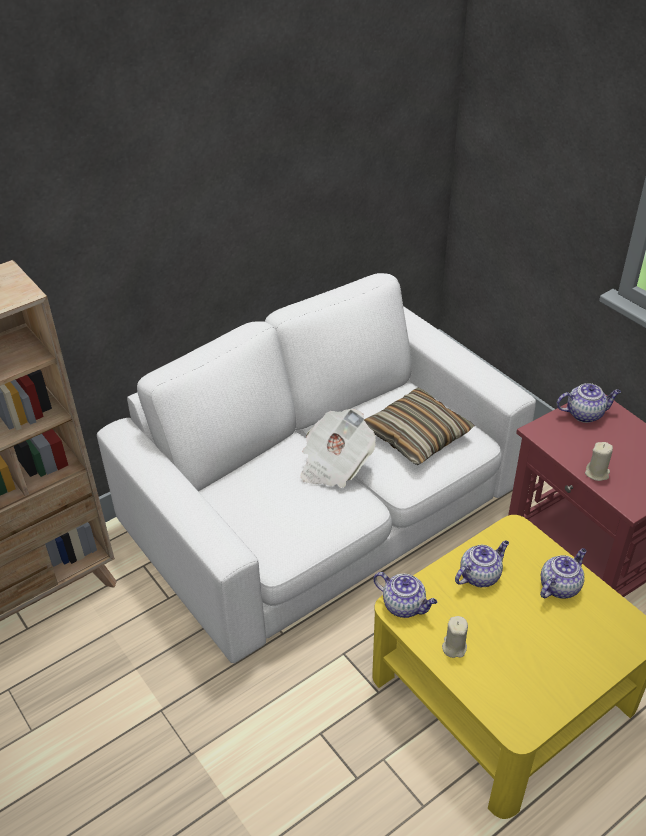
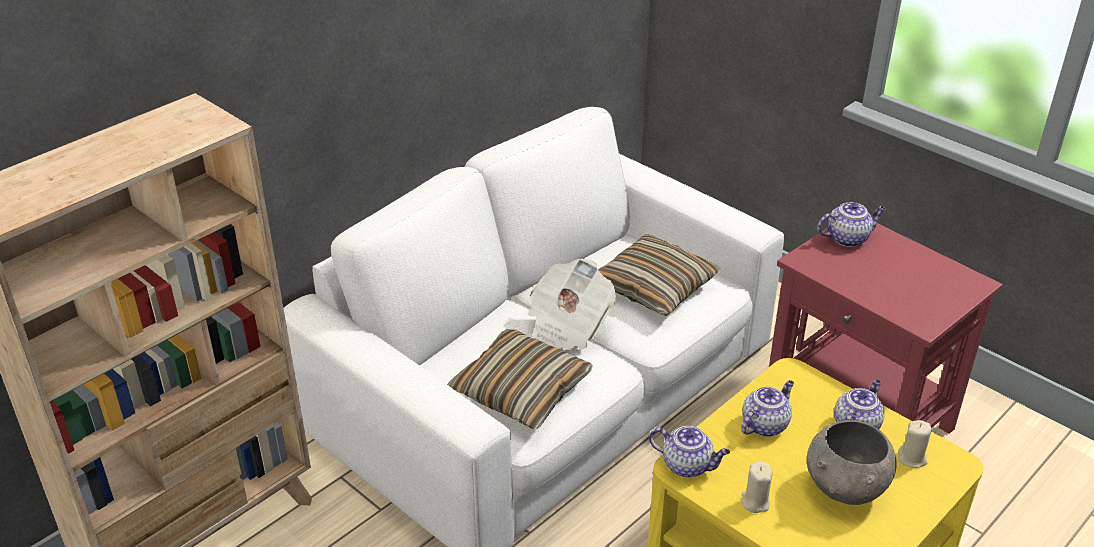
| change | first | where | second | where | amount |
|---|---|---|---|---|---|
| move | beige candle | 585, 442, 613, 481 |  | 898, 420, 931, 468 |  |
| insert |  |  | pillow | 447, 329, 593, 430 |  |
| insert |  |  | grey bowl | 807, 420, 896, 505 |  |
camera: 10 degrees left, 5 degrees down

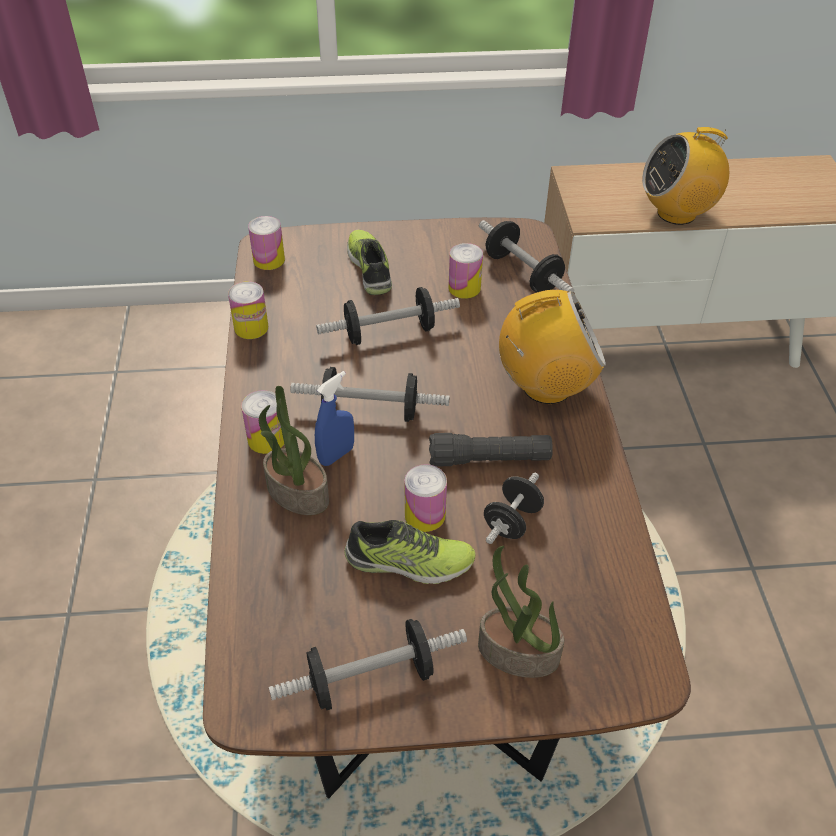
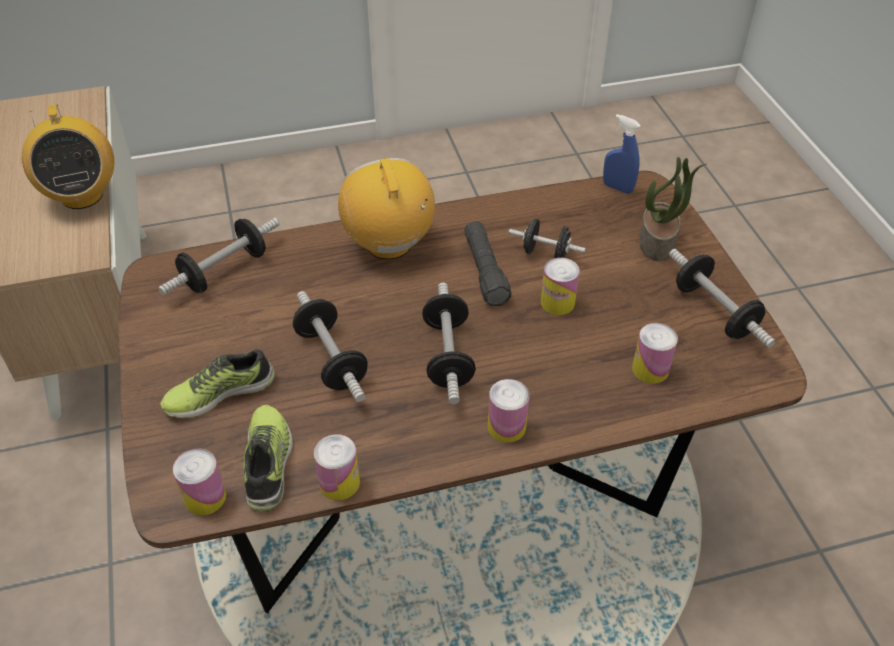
| change | first | where | second | where | amount |
|---|---|---|---|---|---|
| delete | potted plant | 259, 386, 329, 515 |  |  |  |
| move | blue spray bottle | 315, 371, 354, 466 |  | 603, 114, 640, 194 |  |
| move | shoe | 345, 520, 475, 584 |  | 243, 405, 293, 511 |  |
| move | can | 448, 243, 483, 299 |  | 632, 323, 678, 384 |  |
camera: 100 degrees left, 0 degrees up

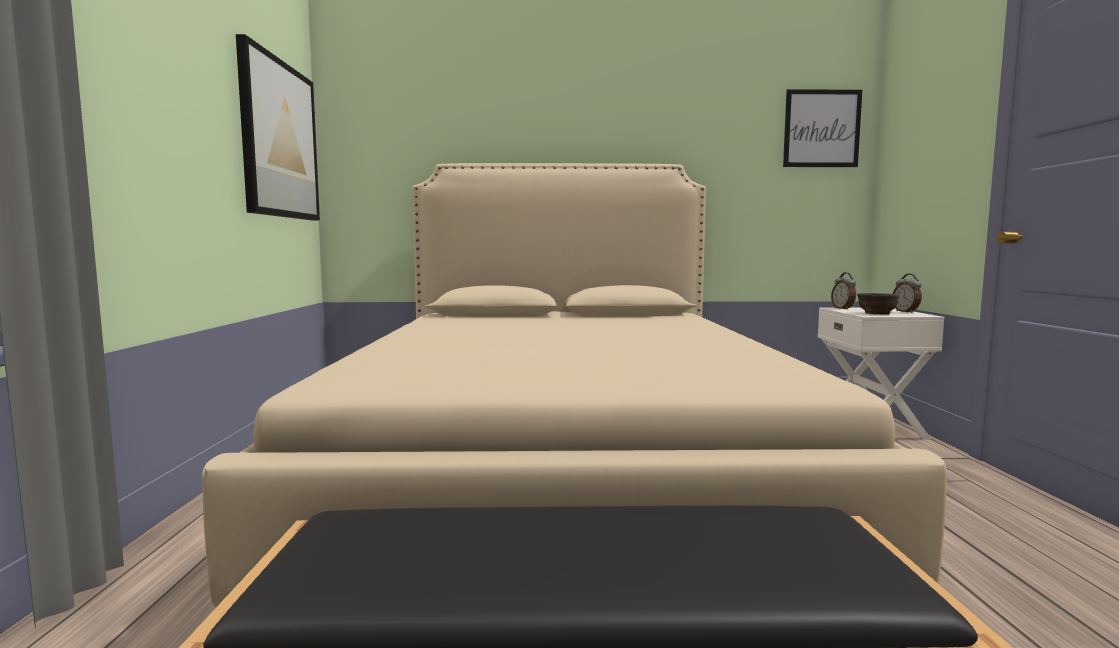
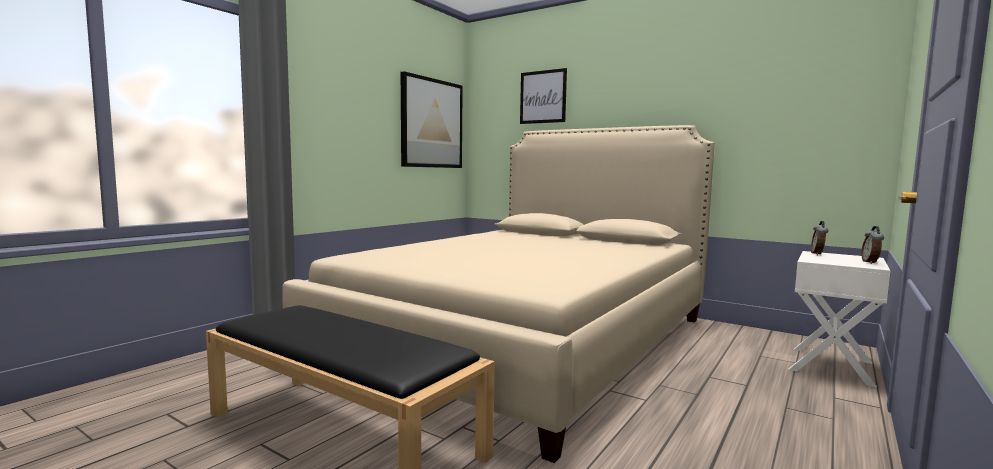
| change | first | where | second | where | amount |
|---|---|---|---|---|---|
| move | picture | 783, 89, 862, 167 |  | 520, 68, 567, 124 |  |
| delete | brown bowl | 857, 293, 899, 314 |  |  |  |
camera: 35 degrees right, 0 degrees up

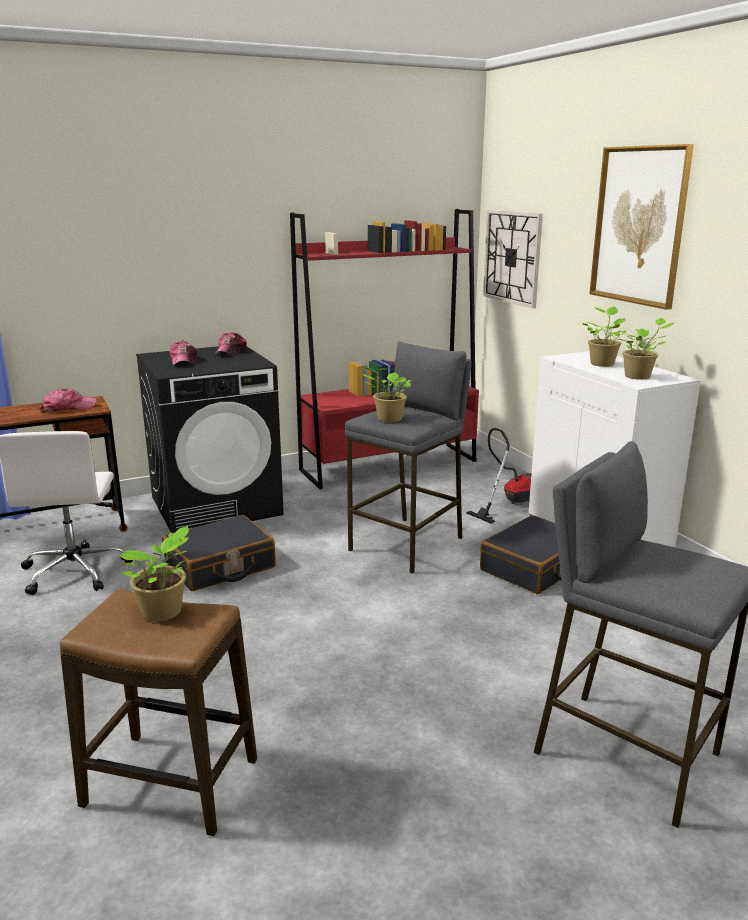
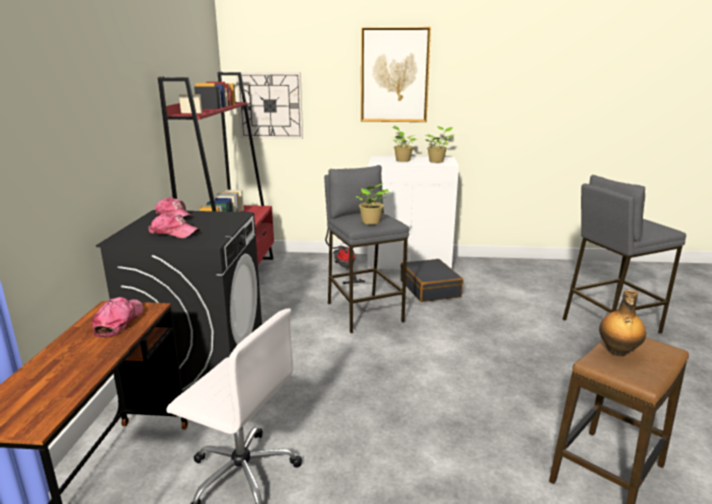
| change | first | where | second | where | amount |
|---|---|---|---|---|---|
| replace | potted plant | 119, 526, 189, 621 | bottle | 599, 290, 646, 356 |  |
| delete | black suitcase | 162, 515, 276, 591 |  |  |  |
camera: 60 degrees left, 0 degrees up

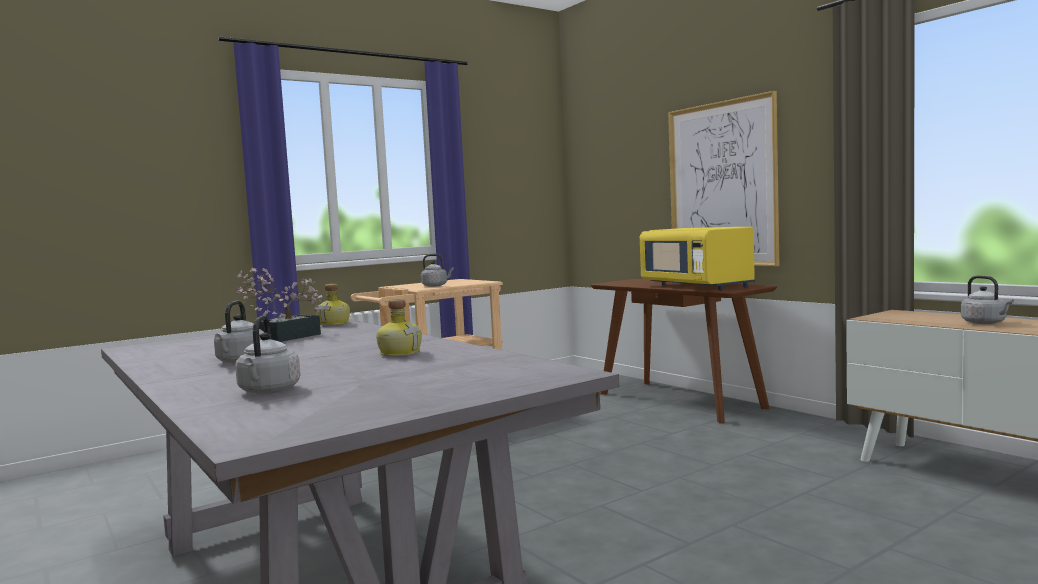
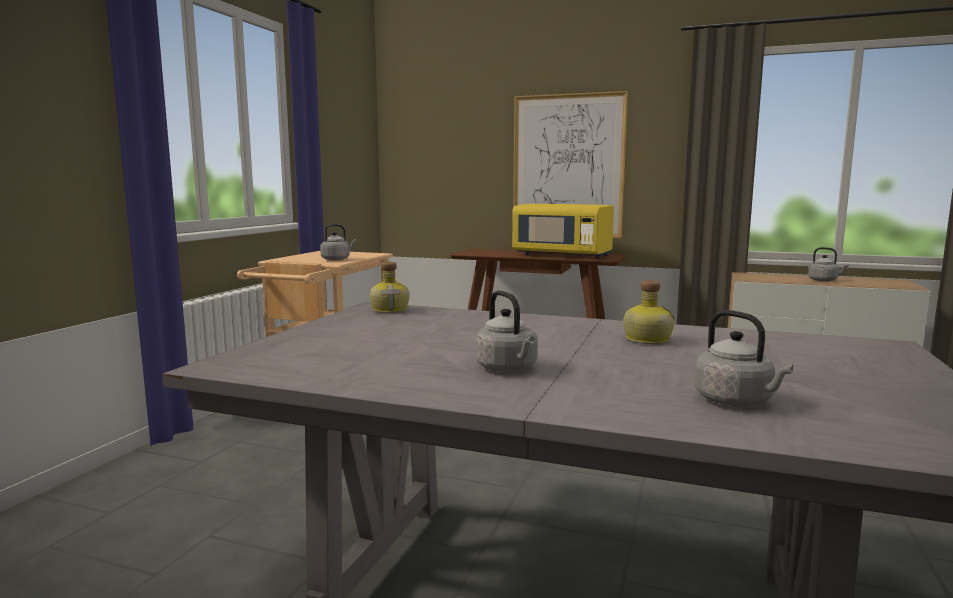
| change | first | where | second | where | amount |
|---|---|---|---|---|---|
| delete | potted plant | 236, 267, 322, 342 |  |  |  |
camera: 35 degrees left, 5 degrees up

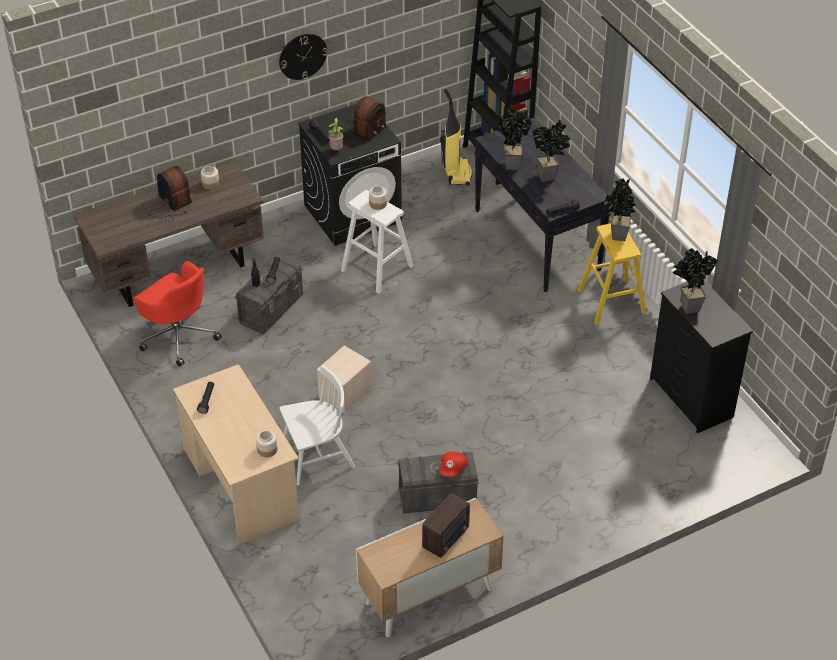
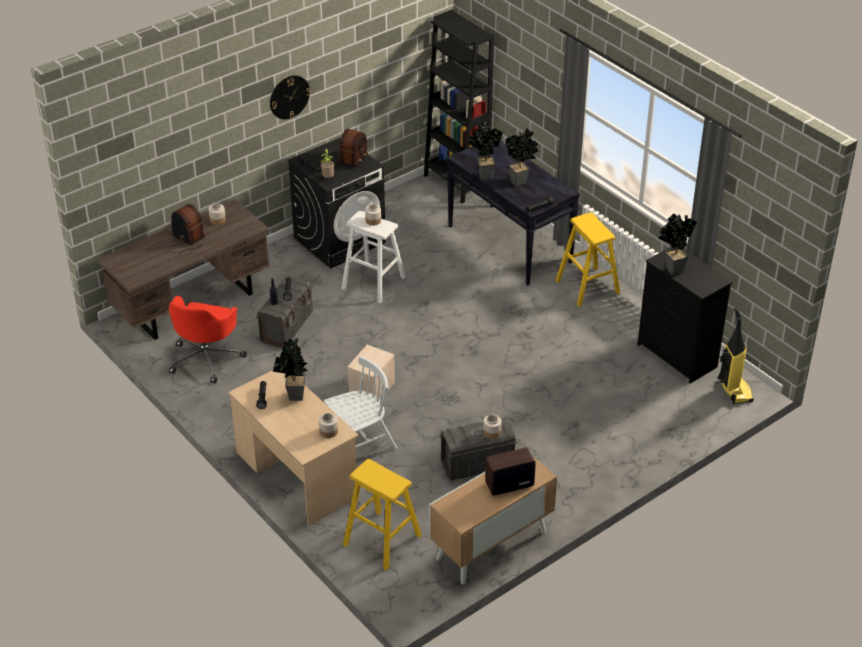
| change | first | where | second | where | amount |
|---|---|---|---|---|---|
| rotate | red office chair | 134, 261, 222, 367 |  | 169, 296, 246, 384 | 75 degrees clockwise |
| rotate | radio | 422, 493, 470, 558 |  | 485, 448, 536, 496 | 135 degrees counterclockwise |
| replace | red cap | 439, 451, 468, 477 | jar | 483, 415, 502, 439 |  |
| move | vacuum cleaner | 440, 89, 472, 186 |  | 718, 308, 754, 404 |  |
| move | potted plant | 602, 179, 636, 241 |  | 273, 338, 307, 401 |  |
| insert |  |  | yellow stool | 343, 459, 422, 571 |  |
camera: 10 degrees left, 5 degrees down

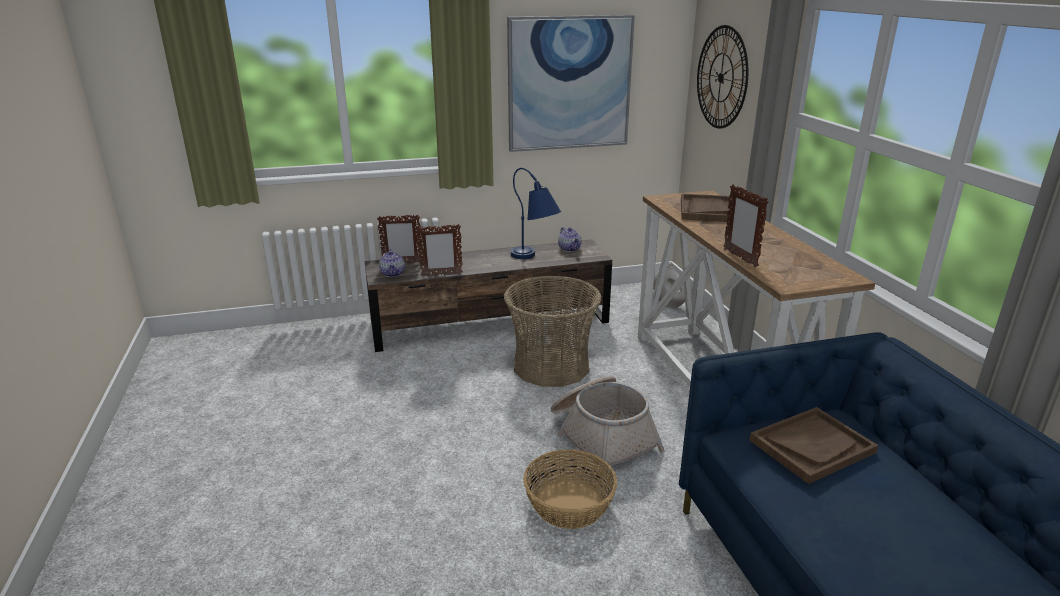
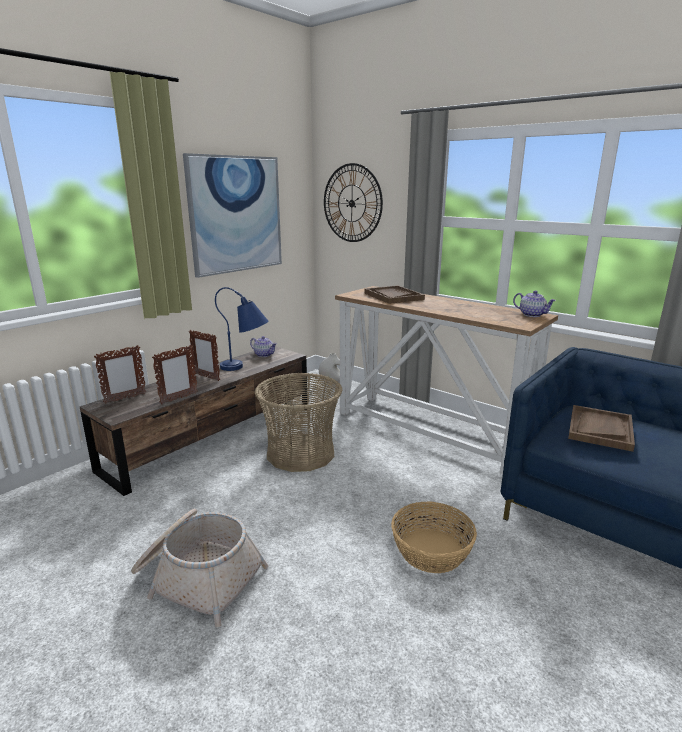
| change | first | where | second | where | amount |
|---|---|---|---|---|---|
| move | teapot | 379, 249, 405, 277 |  | 513, 291, 556, 317 |  |
| move | basket | 551, 376, 664, 472 |  | 131, 508, 269, 627 |  |
| move | picture frame | 724, 184, 769, 267 |  | 189, 330, 220, 381 |  |
camera: 35 degrees left, 5 degrees down

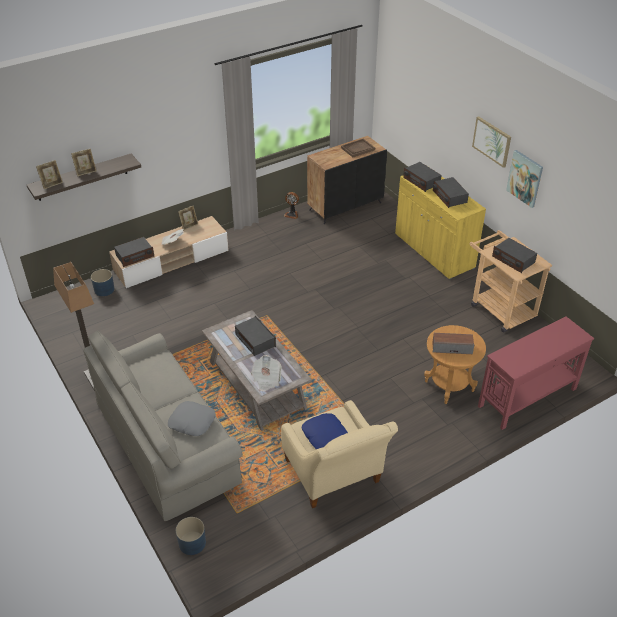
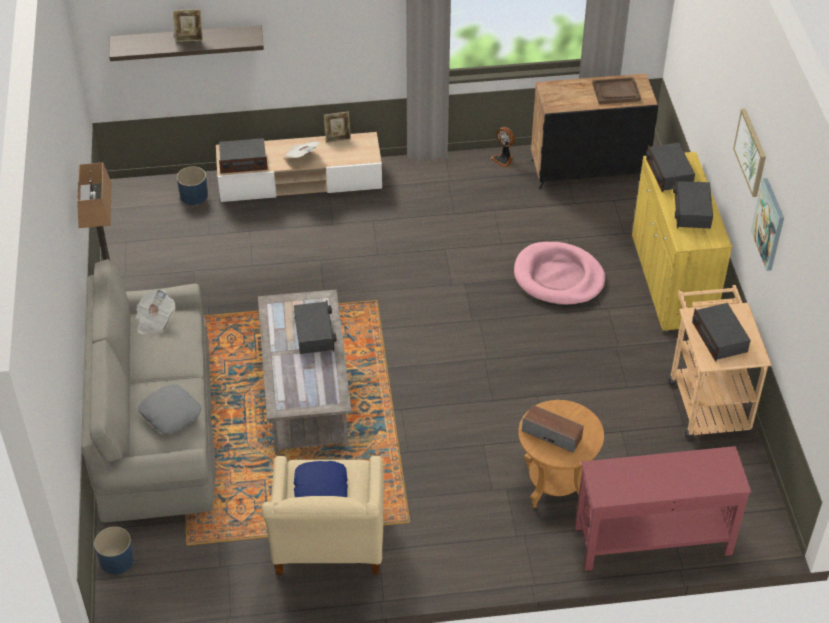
| change | first | where | second | where | amount |
|---|---|---|---|---|---|
| delete | picture frame | 36, 160, 63, 189 |  |  |  |
| move | newspaper | 251, 355, 282, 392 |  | 136, 289, 176, 334 |  |
| insert |  |  | pink dog bed | 514, 242, 606, 306 |  |
camera: 25 degrees right, 5 degrees up

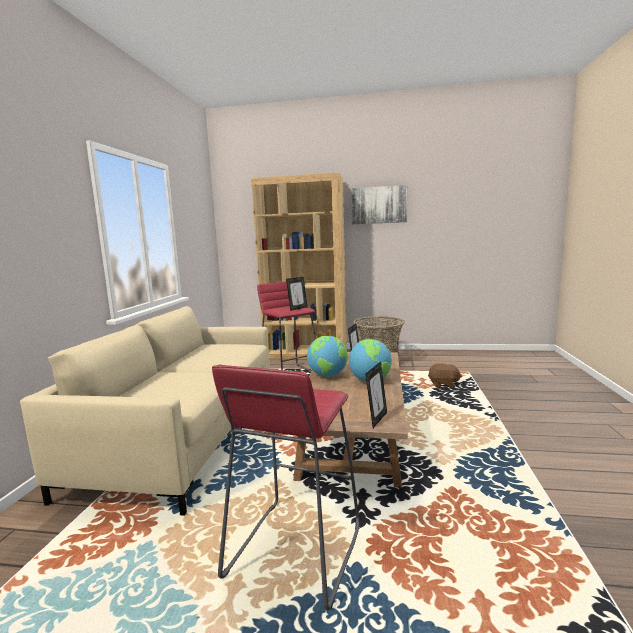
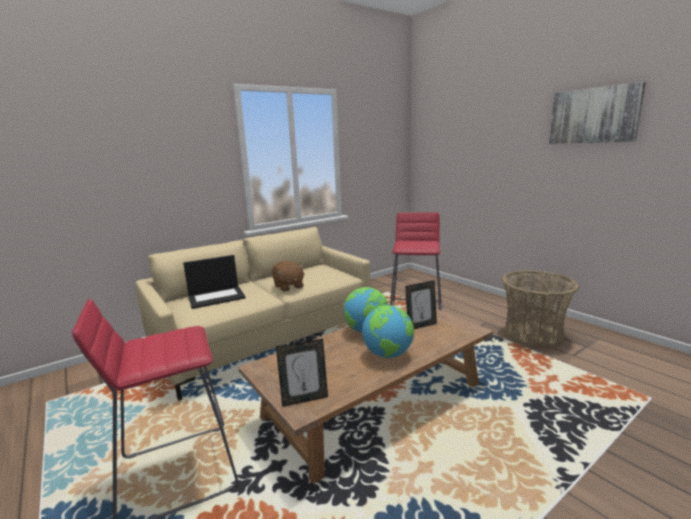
| change | first | where | second | where | amount |
|---|---|---|---|---|---|
| delete | brown bookcase | 251, 172, 347, 359 |  |  |  |
| delete | picture frame | 286, 277, 307, 311 |  |  |  |
| move | brown plush toy | 428, 364, 462, 388 |  | 272, 261, 305, 292 |  |
| insert |  |  | laptop | 183, 255, 246, 309 |  |
camera: 45 degrees right, 5 degrees up

